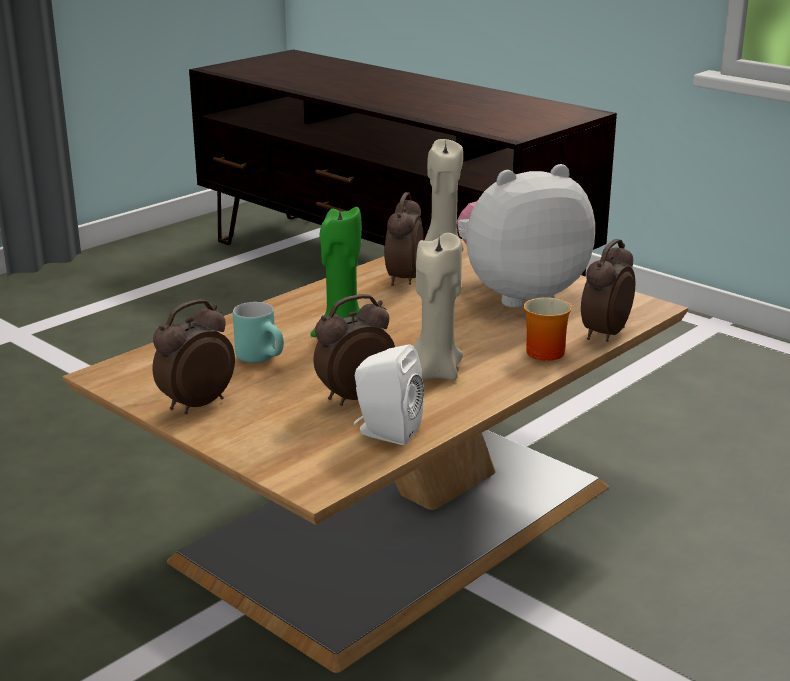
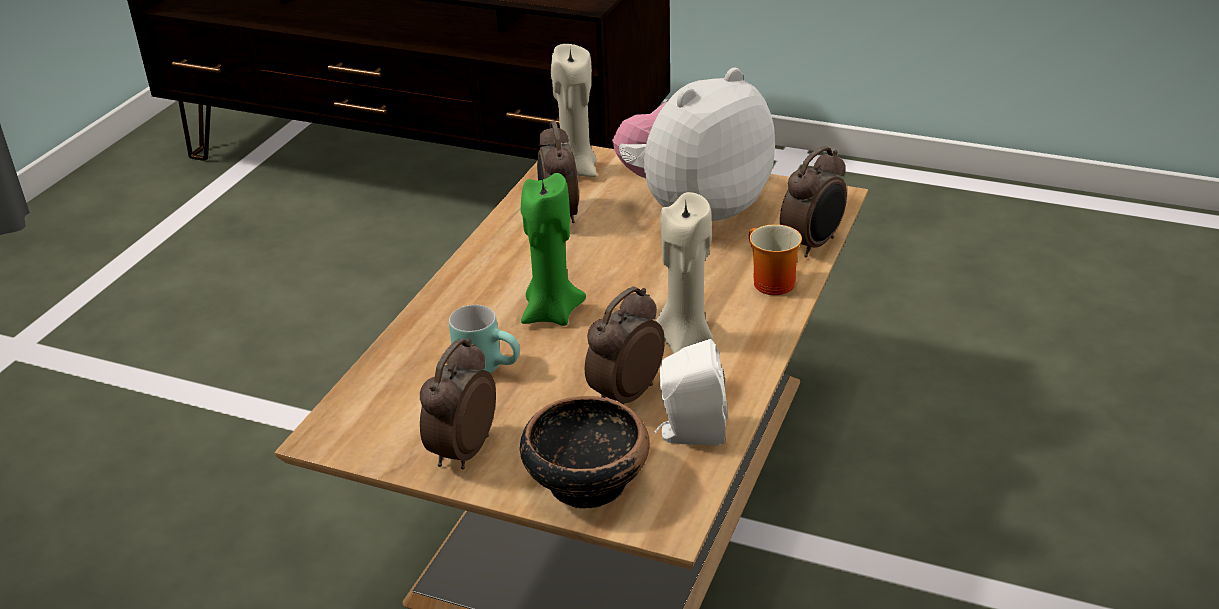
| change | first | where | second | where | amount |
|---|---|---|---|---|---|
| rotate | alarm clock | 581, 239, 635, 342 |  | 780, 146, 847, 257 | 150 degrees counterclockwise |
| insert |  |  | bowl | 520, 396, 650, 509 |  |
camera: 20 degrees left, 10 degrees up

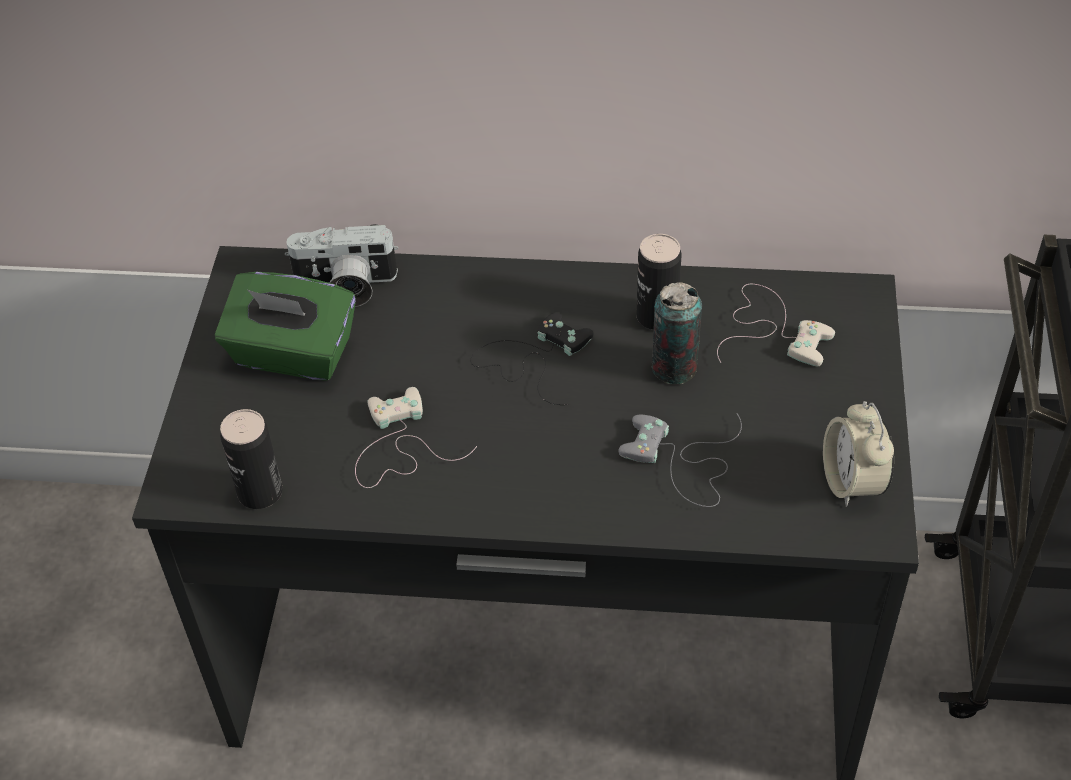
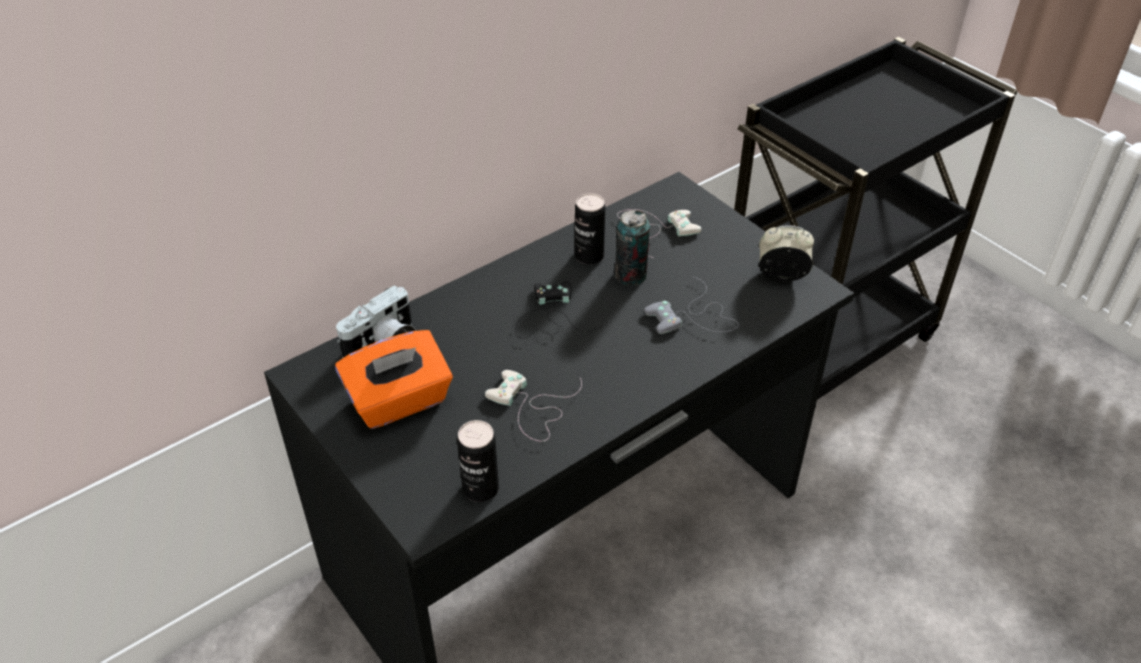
| change | first | where | second | where | amount |
|---|---|---|---|---|---|
| recolor | green tissue box | 215, 272, 356, 381 | orange tissue box | 335, 330, 453, 429 |  |
| rotate | alarm clock | 823, 401, 894, 507 |  | 759, 225, 814, 281 | 150 degrees clockwise |
camera: 45 degrees left, 5 degrees down

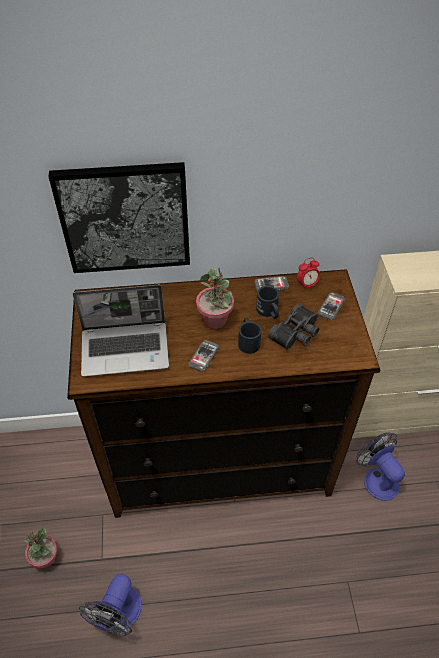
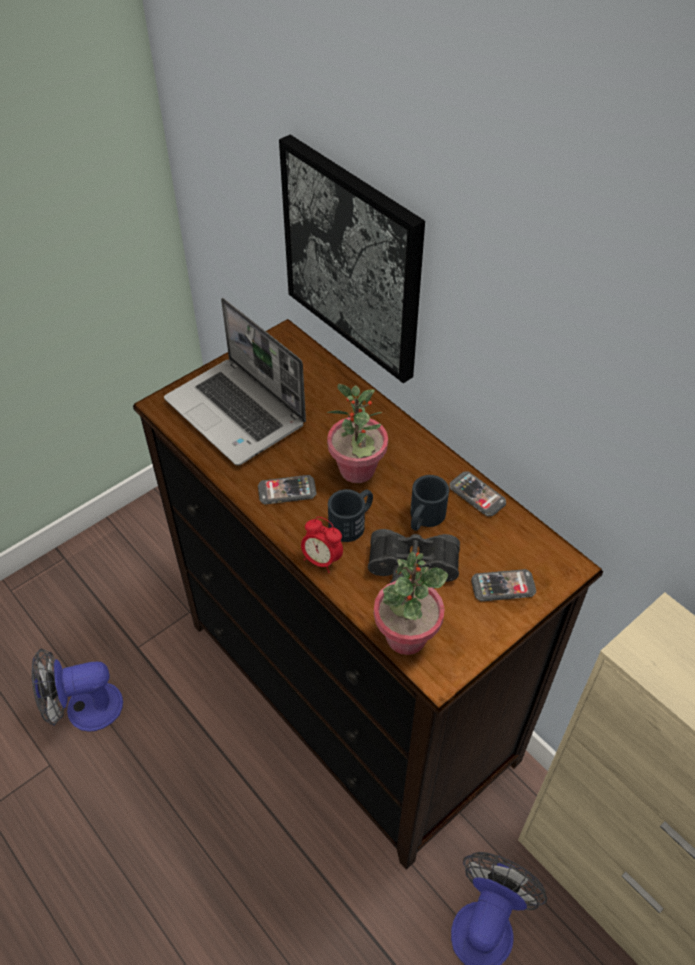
| change | first | where | second | where | amount |
|---|---|---|---|---|---|
| move | potted plant | 24, 528, 58, 568 |  | 374, 551, 448, 655 |  |
| move | alarm clock | 297, 258, 320, 289 |  | 301, 517, 343, 573 |  |
camera: 55 degrees right, 0 degrees up

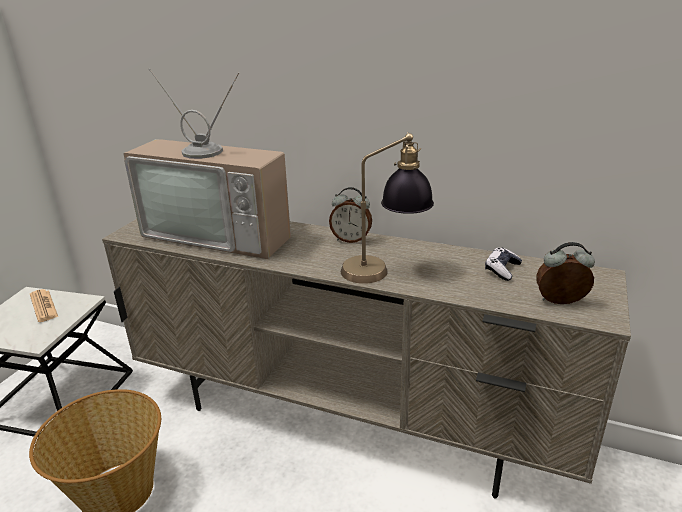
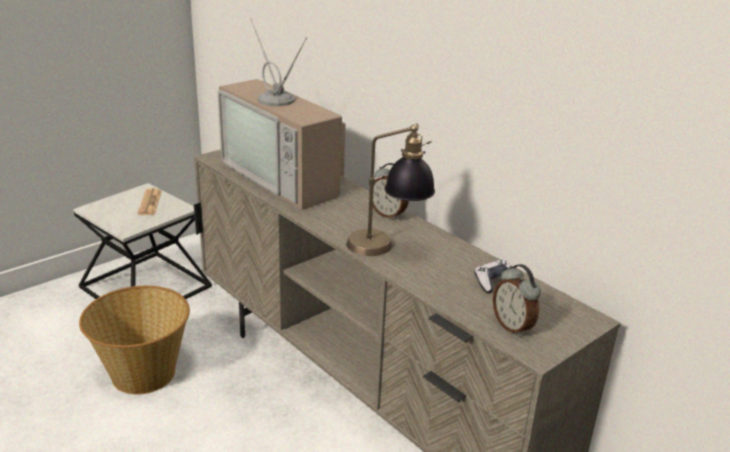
| change | first | where | second | where | amount |
|---|---|---|---|---|---|
| rotate | alarm clock | 536, 242, 595, 304 |  | 493, 264, 541, 337 | 150 degrees counterclockwise |
camera: 25 degrees right, 0 degrees up

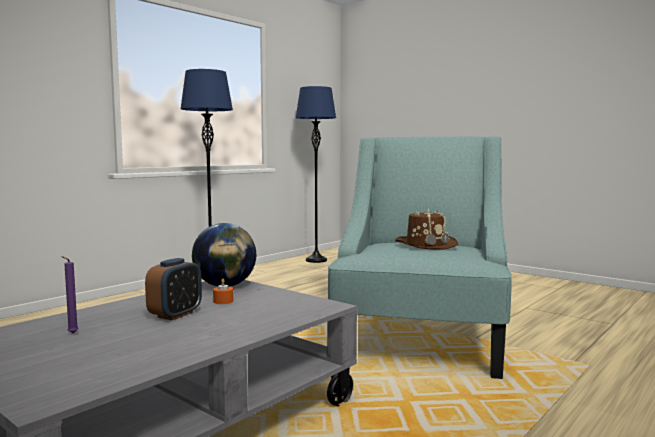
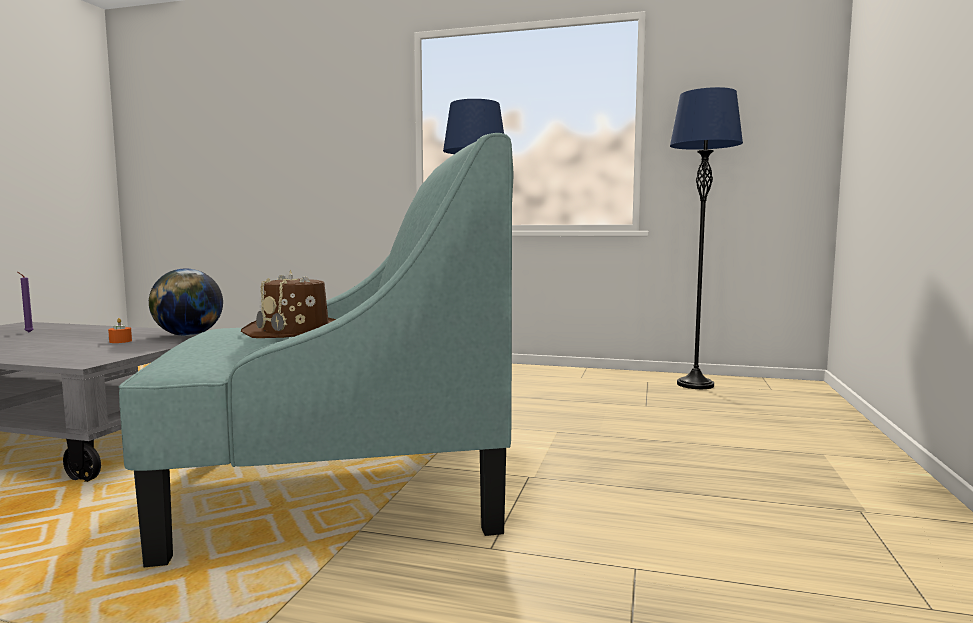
| change | first | where | second | where | amount |
|---|---|---|---|---|---|
| delete | alarm clock | 145, 258, 202, 320 |  |  |  |
camera: 65 degrees right, 0 degrees up

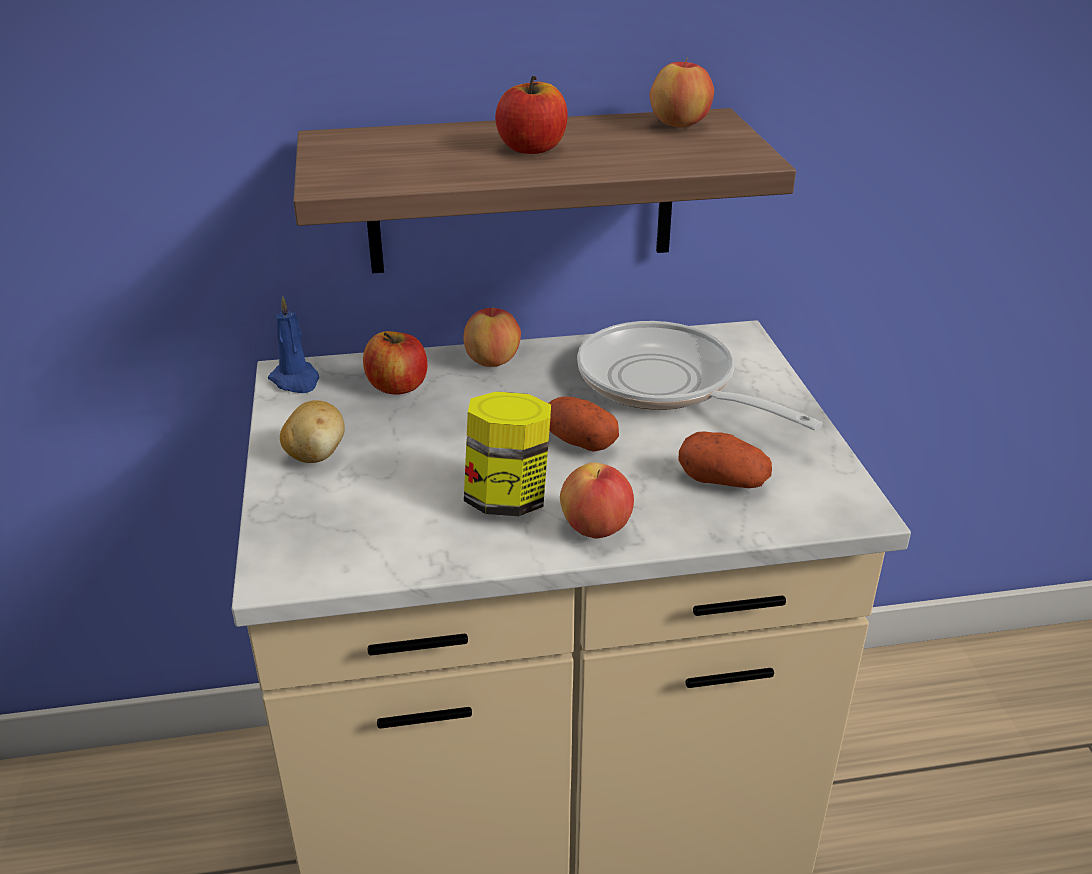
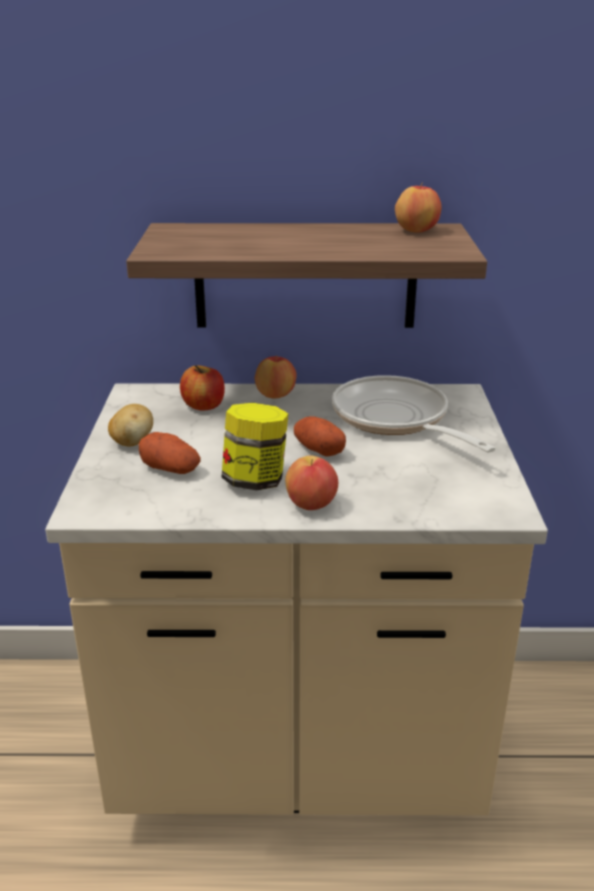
| change | first | where | second | where | amount |
|---|---|---|---|---|---|
| delete | blue candle | 268, 296, 319, 393 |  |  |  |
| delete | apple | 495, 76, 568, 154 |  |  |  |
| move | potato | 678, 431, 772, 488 |  | 139, 432, 201, 474 |  |
camera: 10 degrees right, 5 degrees down

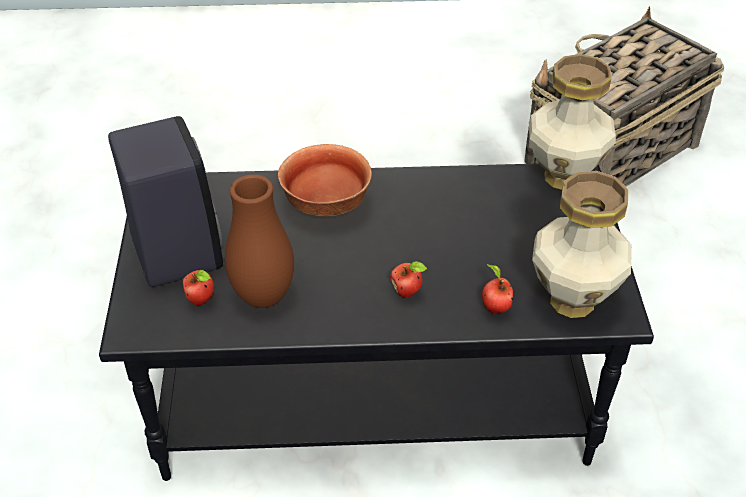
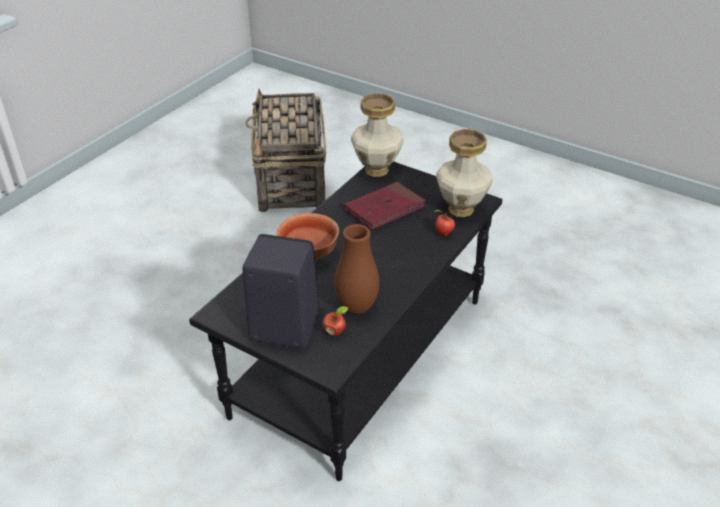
| change | first | where | second | where | amount |
|---|---|---|---|---|---|
| delete | apple | 390, 261, 427, 298 |  |  |  |
| insert |  |  | red book | 344, 182, 426, 230 |  |
camera: 55 degrees left, 5 degrees down

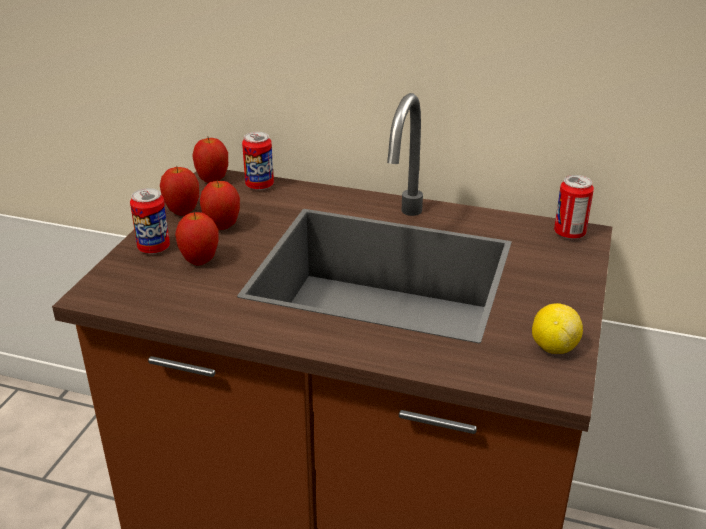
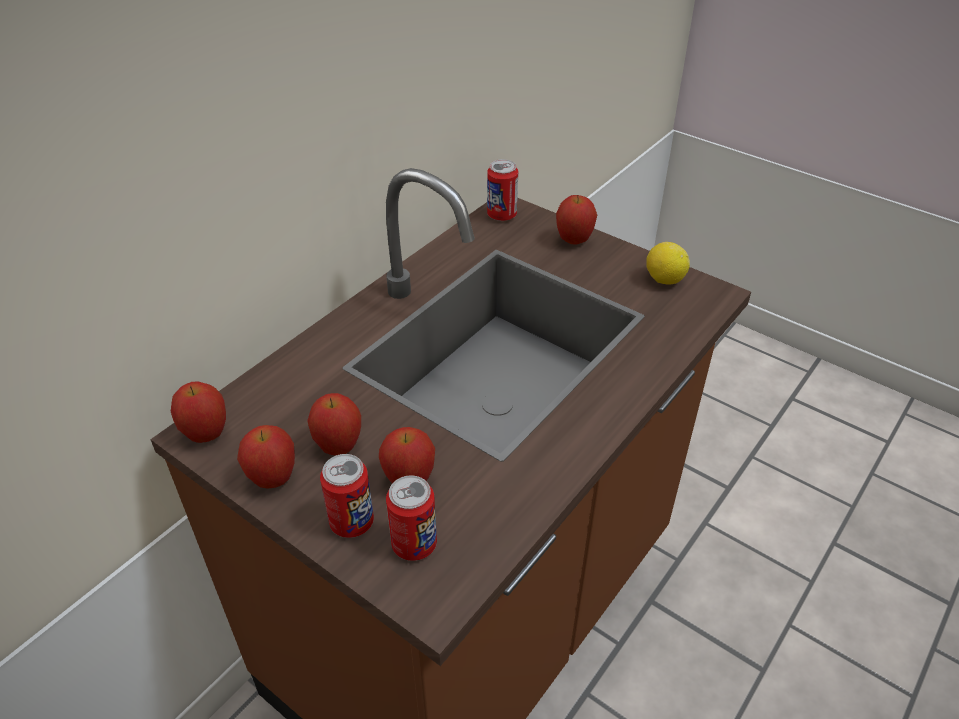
| change | first | where | second | where | amount |
|---|---|---|---|---|---|
| move | can | 242, 132, 274, 190 |  | 386, 475, 437, 561 |  |
| insert |  |  | apple | 556, 195, 597, 244 |  |
camera: 70 degrees left, 10 degrees up

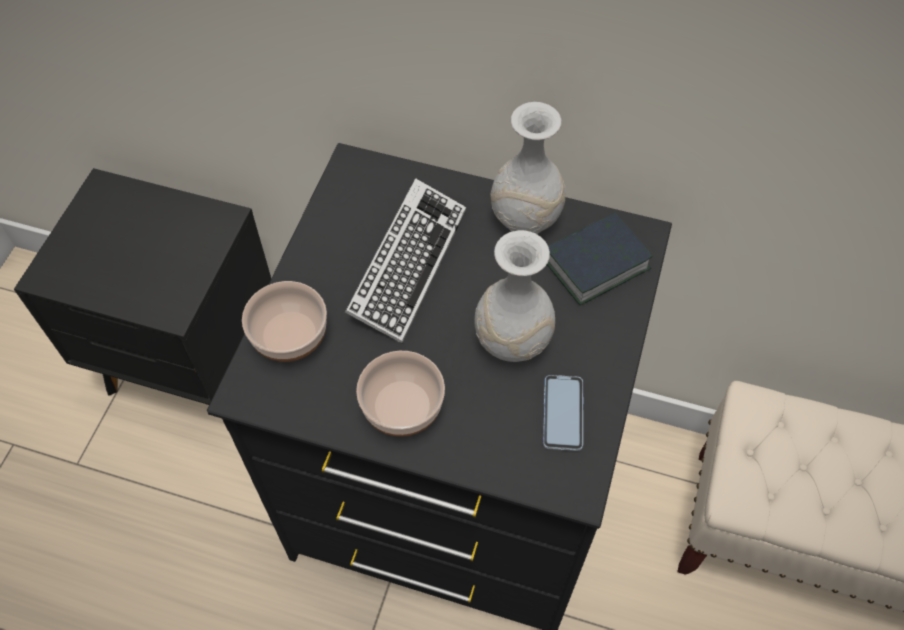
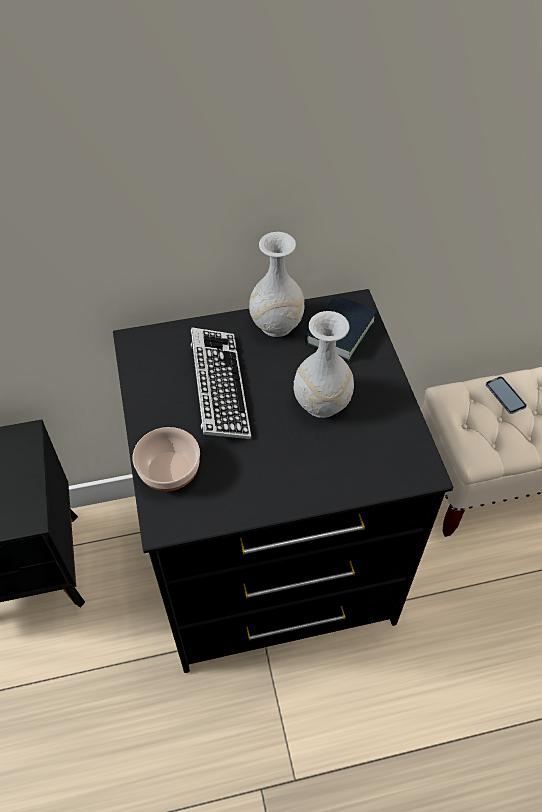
| change | first | where | second | where | amount |
|---|---|---|---|---|---|
| delete | bowl | 356, 351, 445, 437 |  |  |  |
| move | phone | 543, 375, 583, 451 |  | 486, 376, 527, 414 |  |
camera: 30 degrees left, 5 degrees down

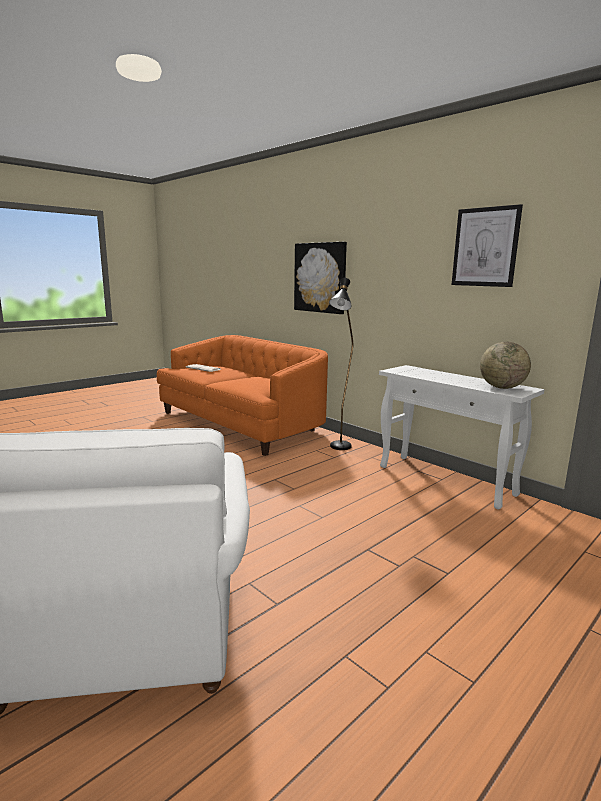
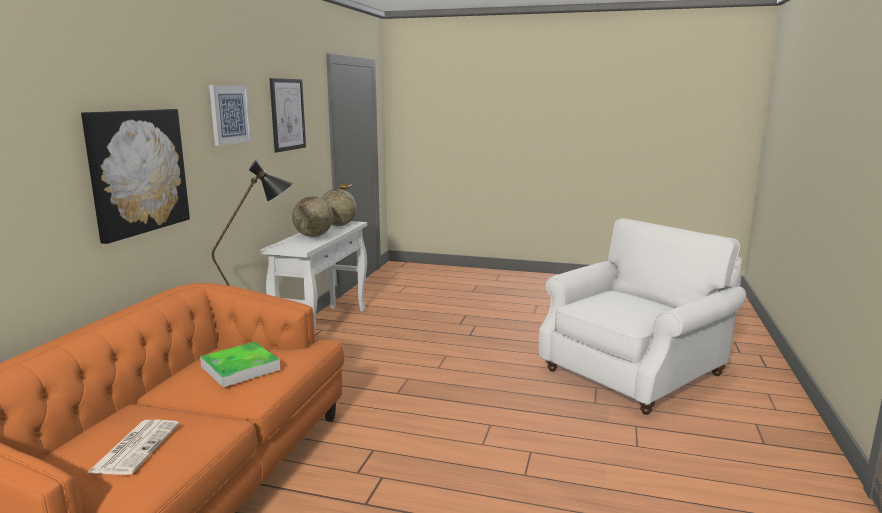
| change | first | where | second | where | amount |
|---|---|---|---|---|---|
| insert |  |  | tray | 200, 342, 280, 387 |  |
| insert |  |  | picture | 209, 85, 252, 146 |  |
| insert |  |  | globe | 292, 196, 333, 237 |  |
camera: 120 degrees left, 0 degrees up

